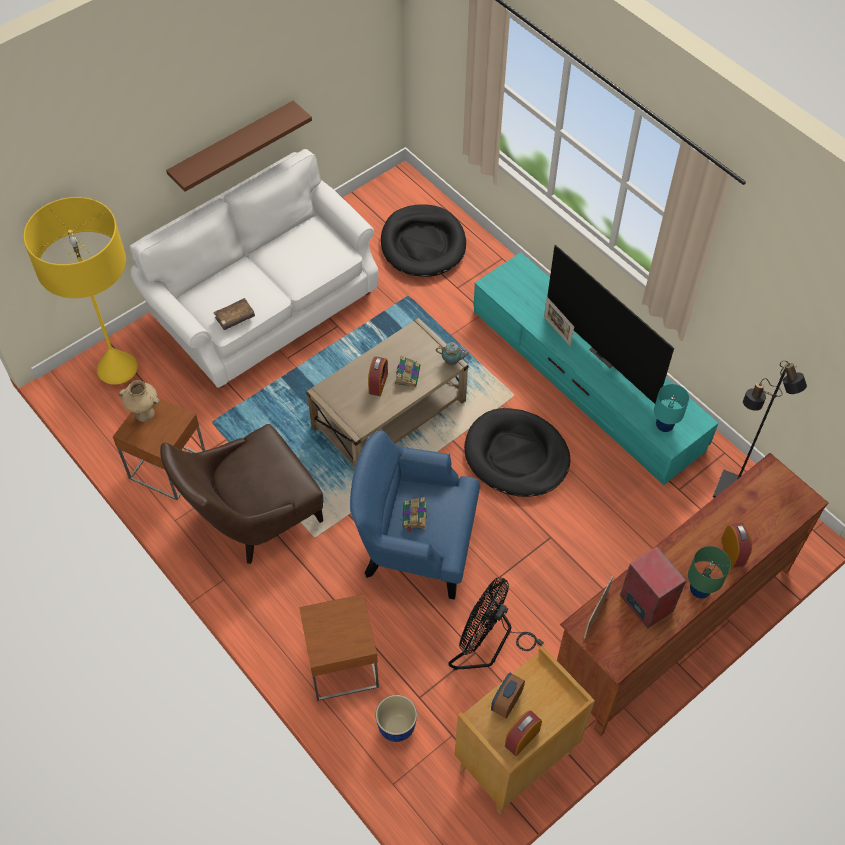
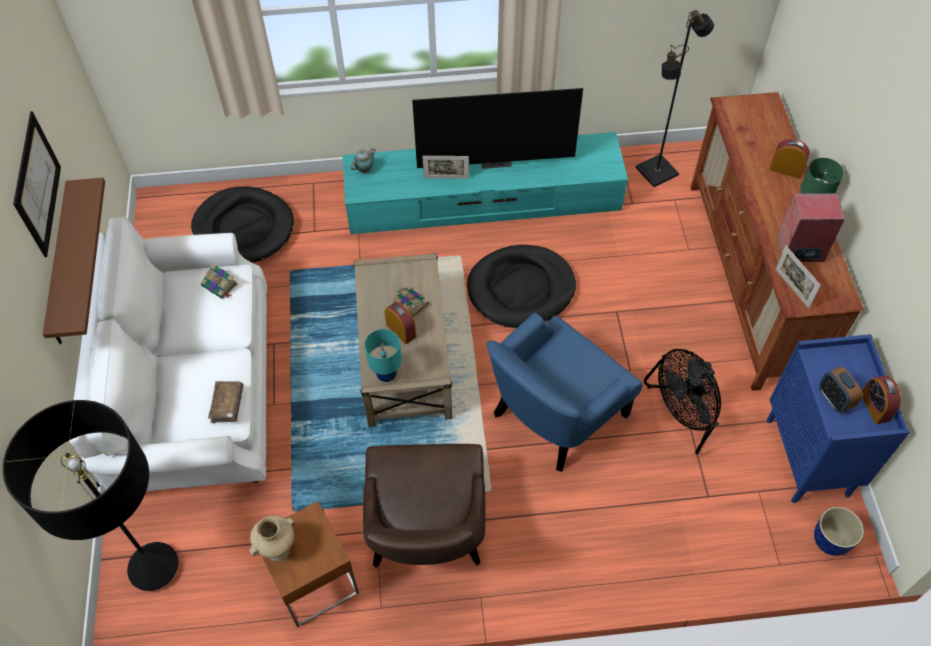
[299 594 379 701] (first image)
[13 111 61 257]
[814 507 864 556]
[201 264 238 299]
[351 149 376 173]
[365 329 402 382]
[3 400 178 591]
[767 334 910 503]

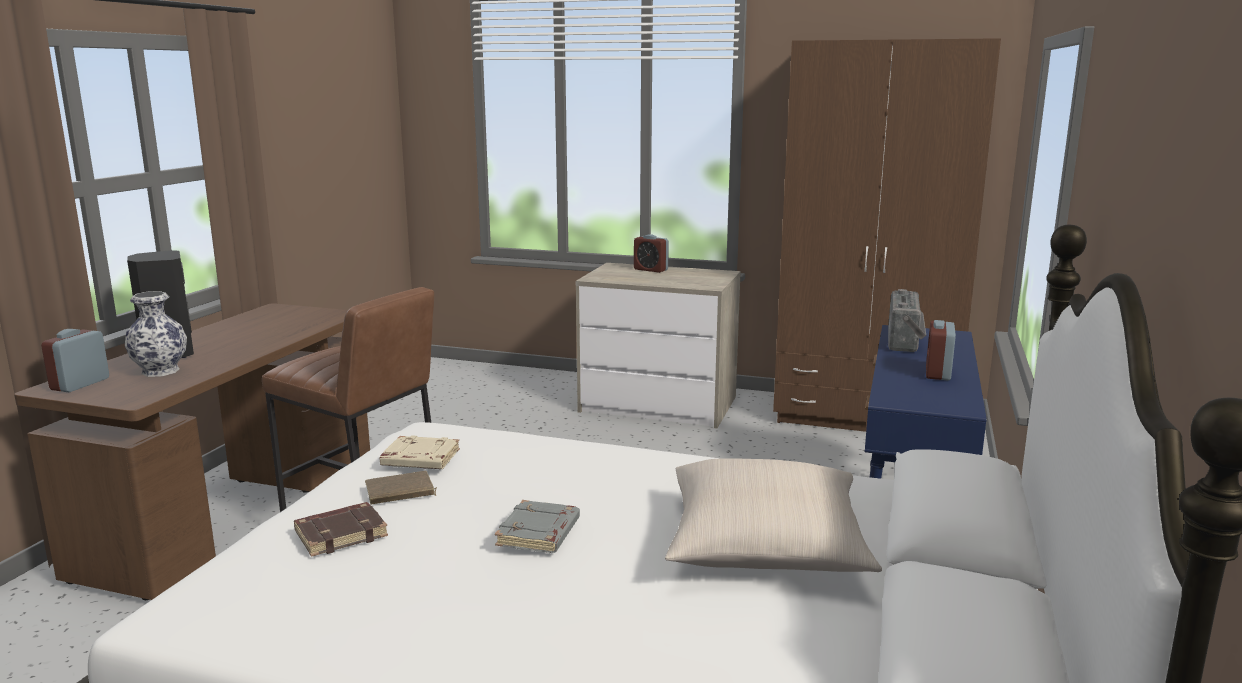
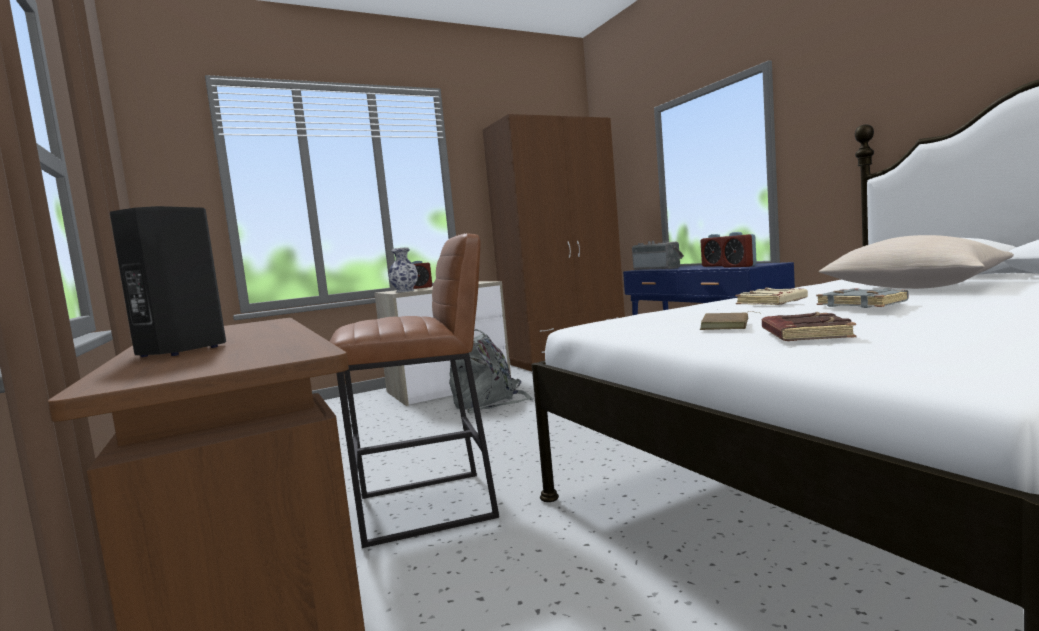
[449 329 533 413]
[721 232 757 268]
[389 247 418 293]
[735 287 808 305]

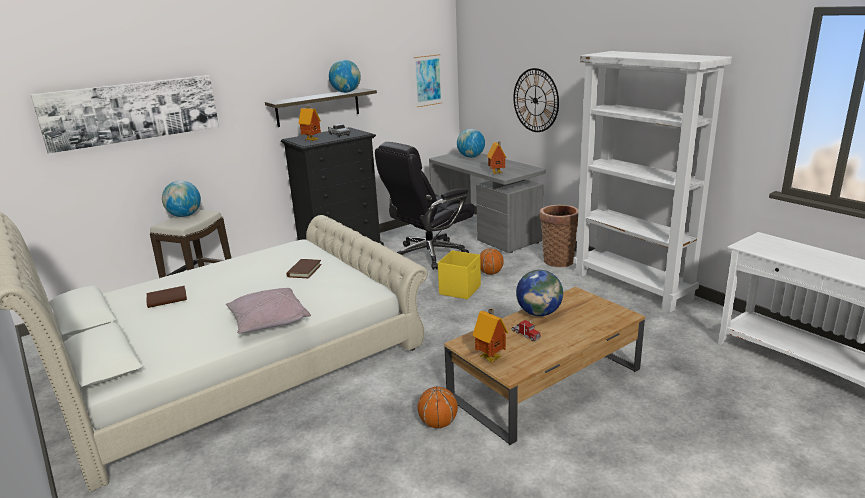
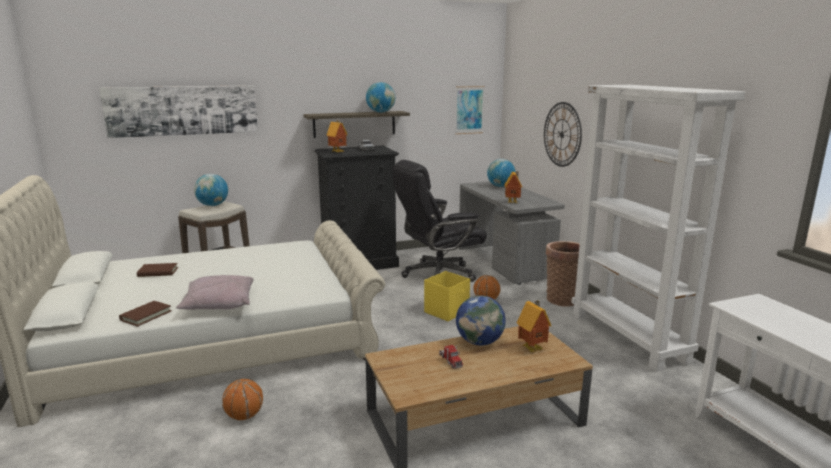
[119 301 172 327]
[222 379 263 420]
[517 300 551 353]

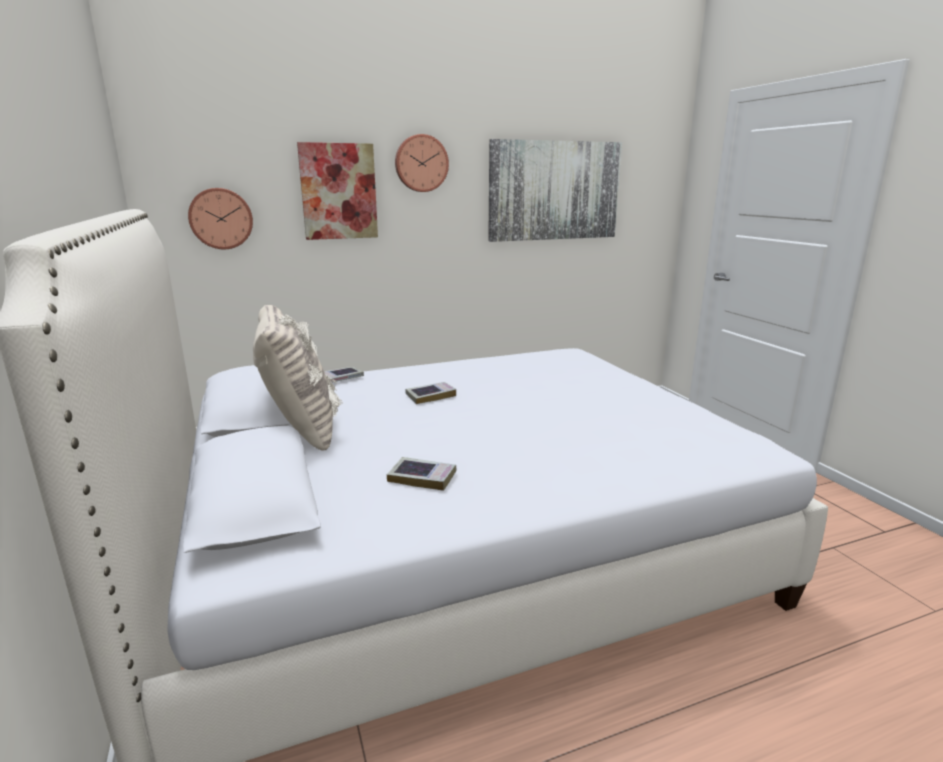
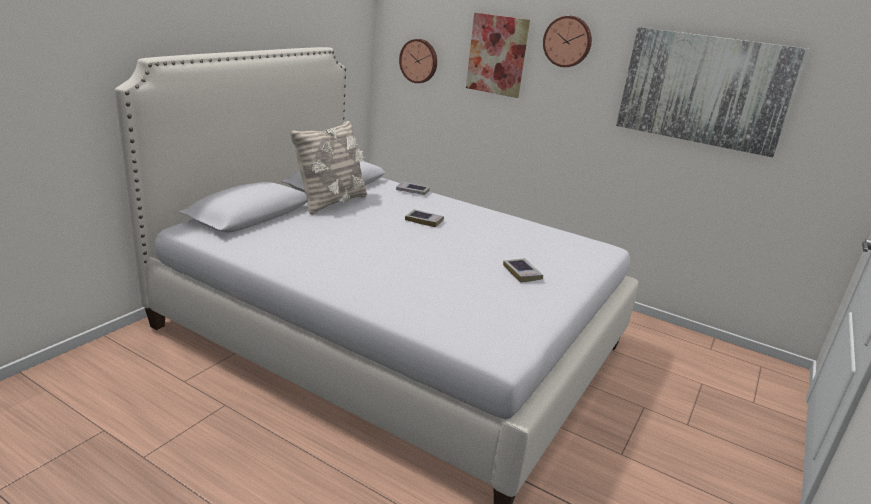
[503 258 543 283]

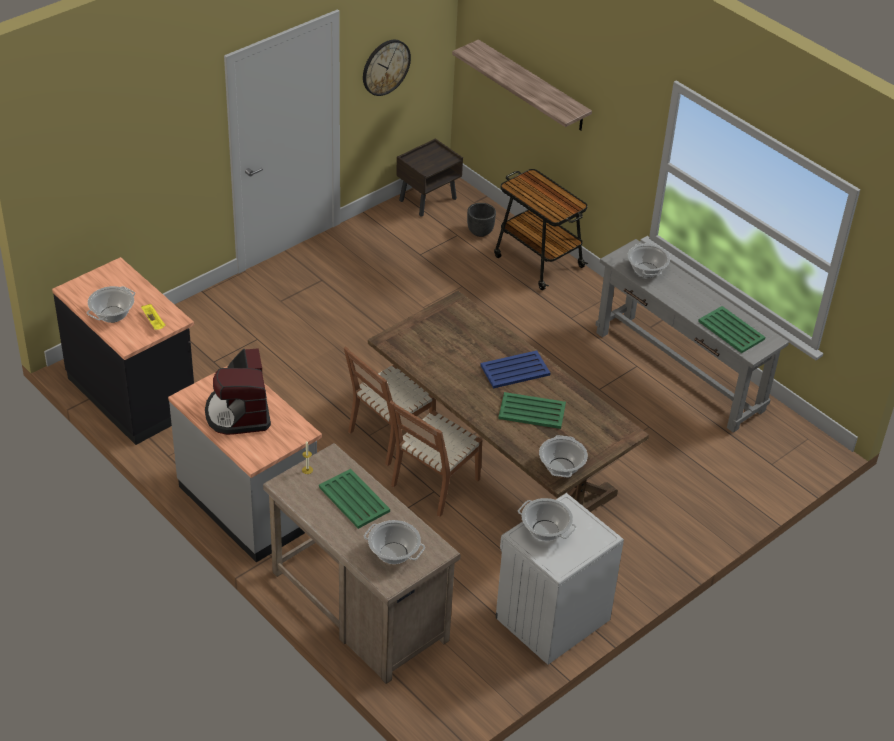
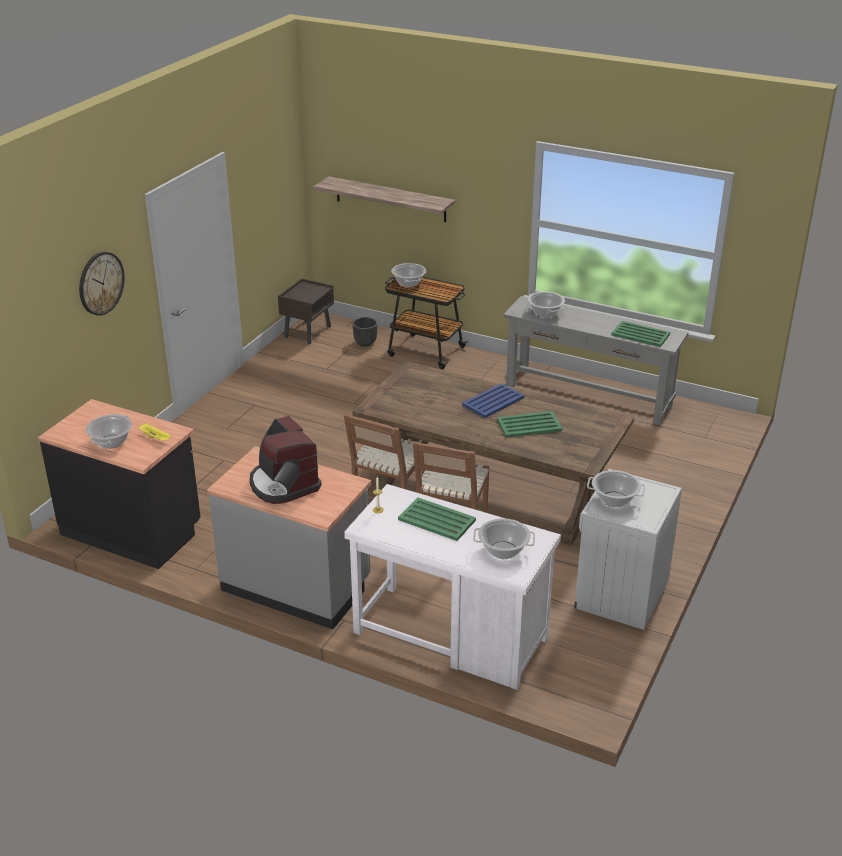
[79 252 125 315]
[391 263 426 287]
[344 484 561 690]

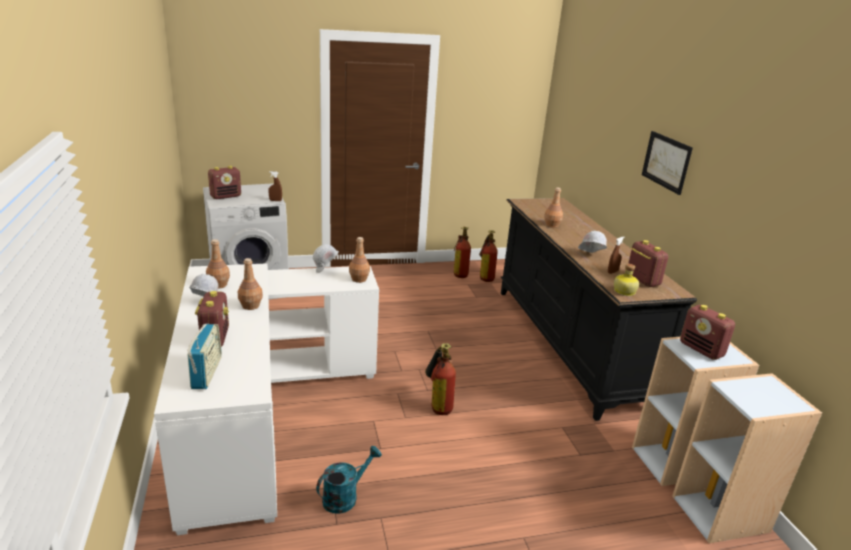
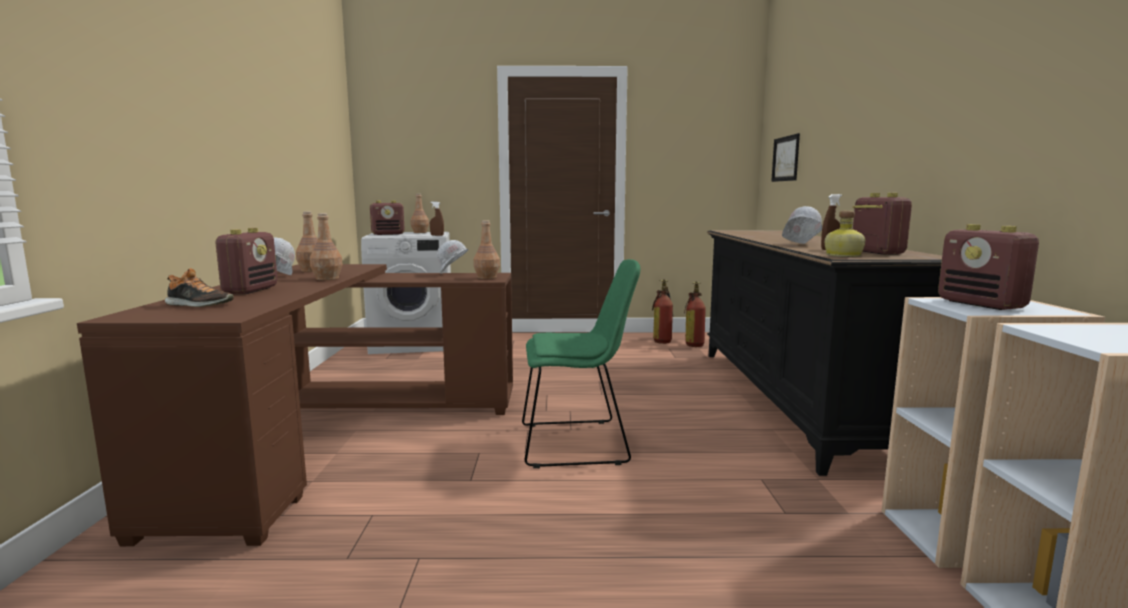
[316 446 382 514] (first image)
[411 194 429 233]
[771 133 800 182]
[165 268 234 307]
[522 259 640 468]
[77 264 513 546]

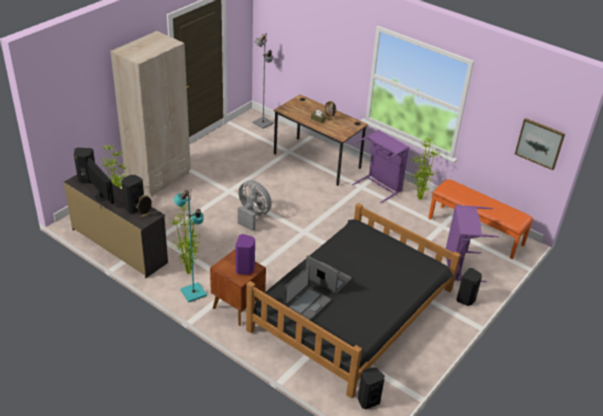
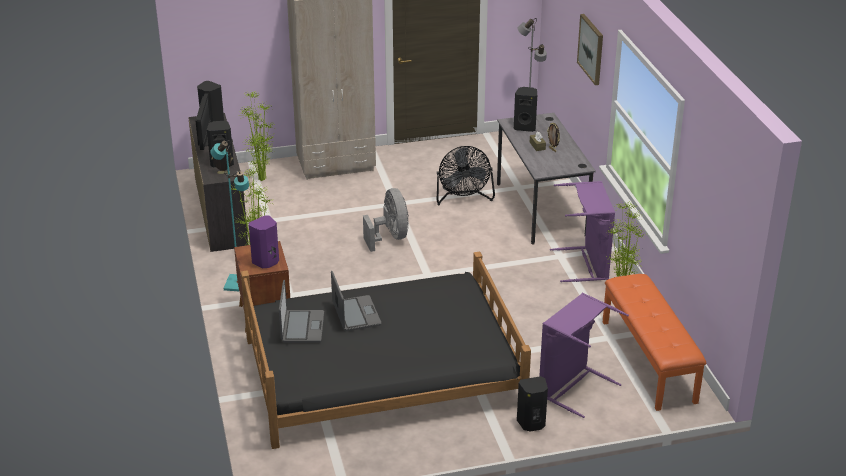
[437 146 495 205]
[514 87 537 132]
[577 14 603 85]
[497 113 596 244]
[279 280 324 343]

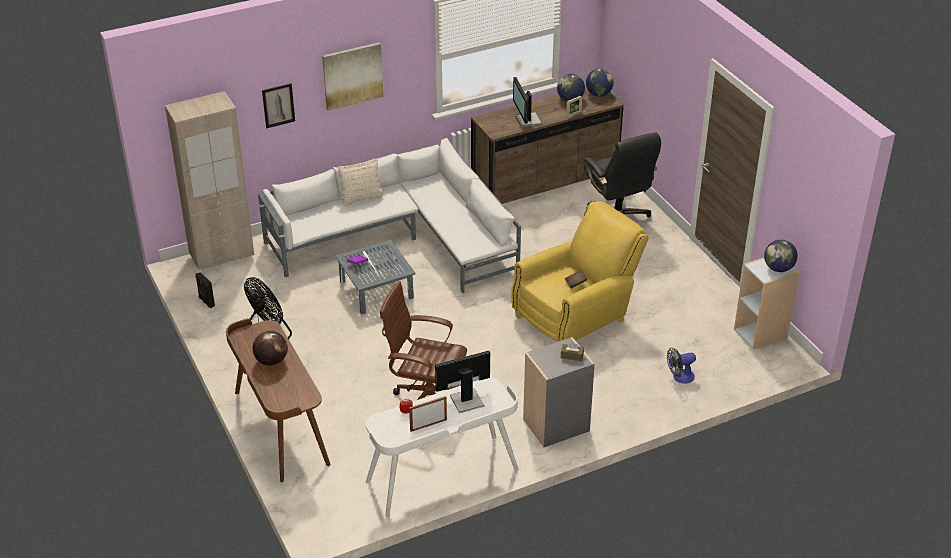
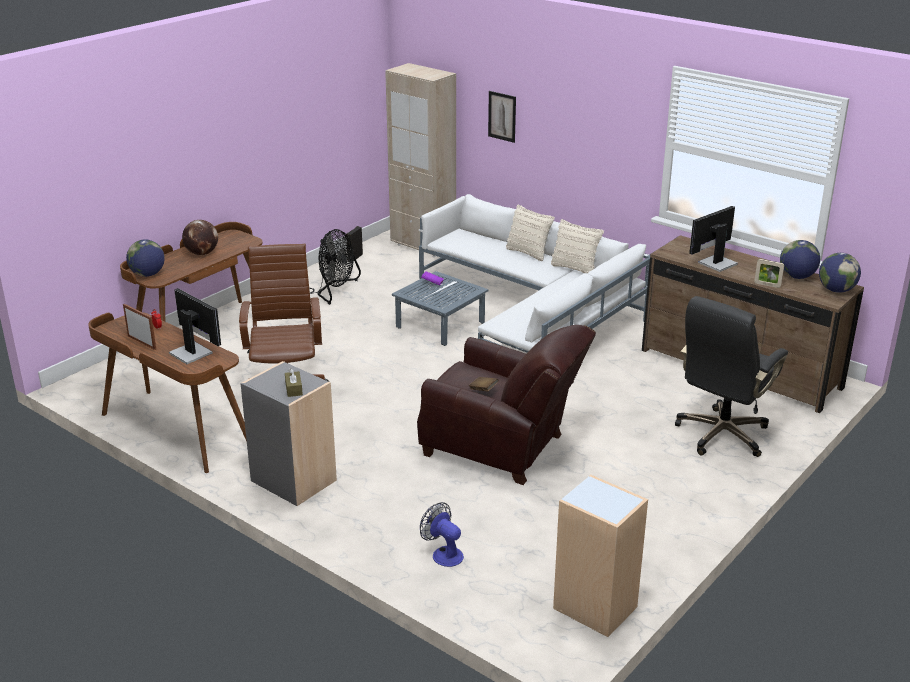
[322 42 383 111] (first image)
[551 219 604 274]
[126 240 165 277]
[88 313 247 473]
[417 325 596 485]

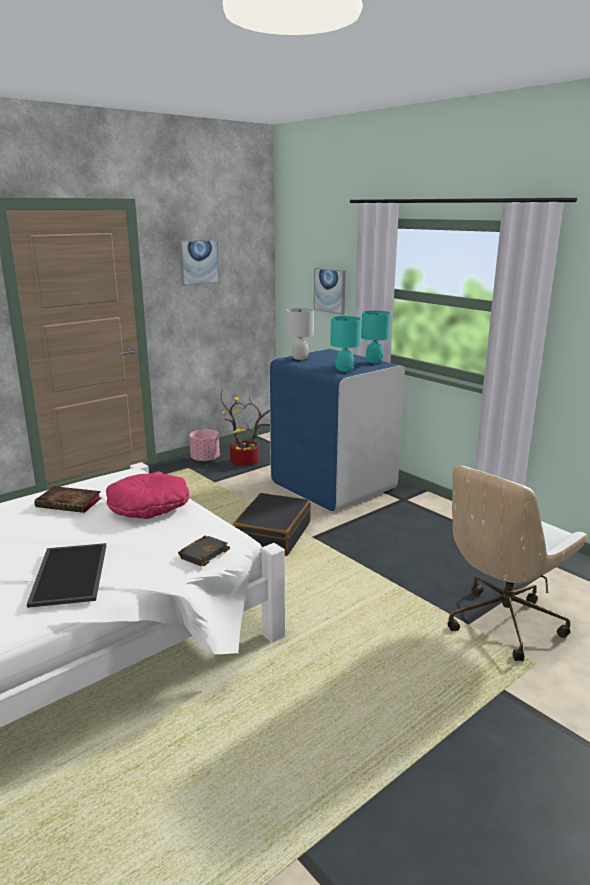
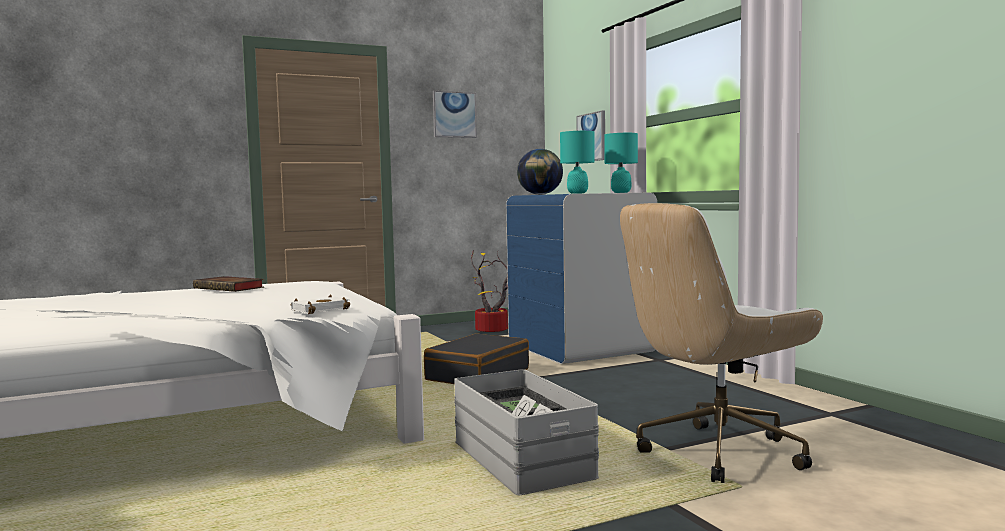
[27 543 106 608] (first image)
[106 471 189 519] (first image)
[189 429 220 462] (first image)
[454 369 599 495]
[517 149 563 195]
[291 294 350 314]

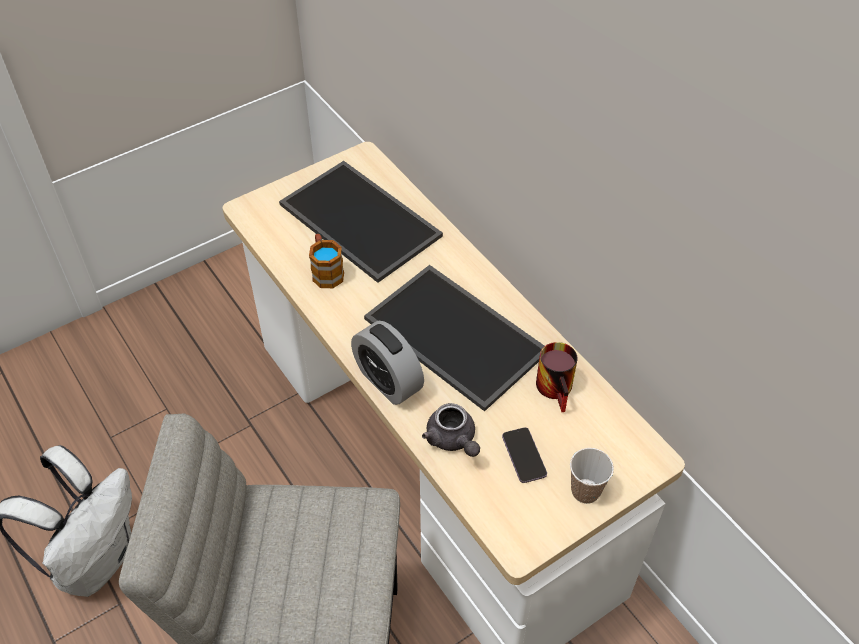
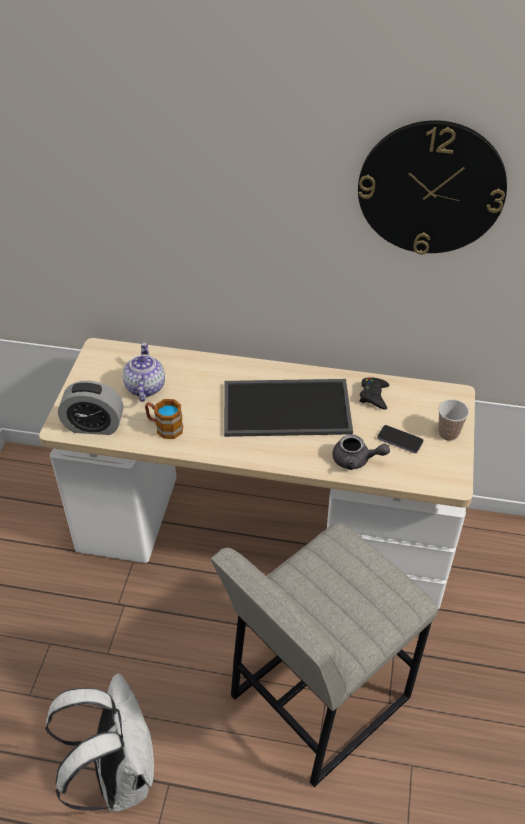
[358 120 507 255]
[58 381 123 435]
[123 343 165 402]
[359 377 390 410]

